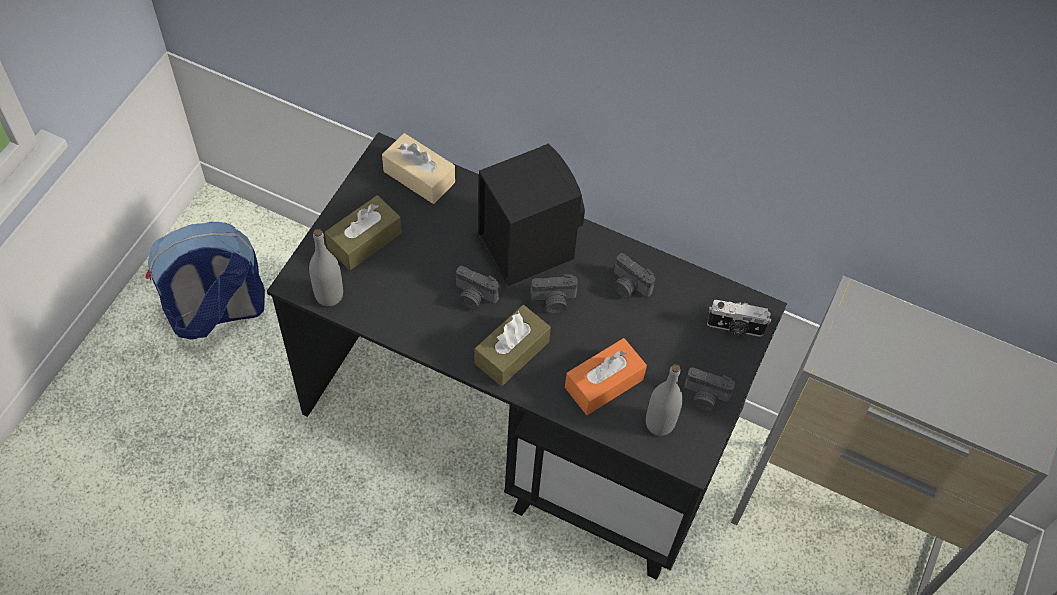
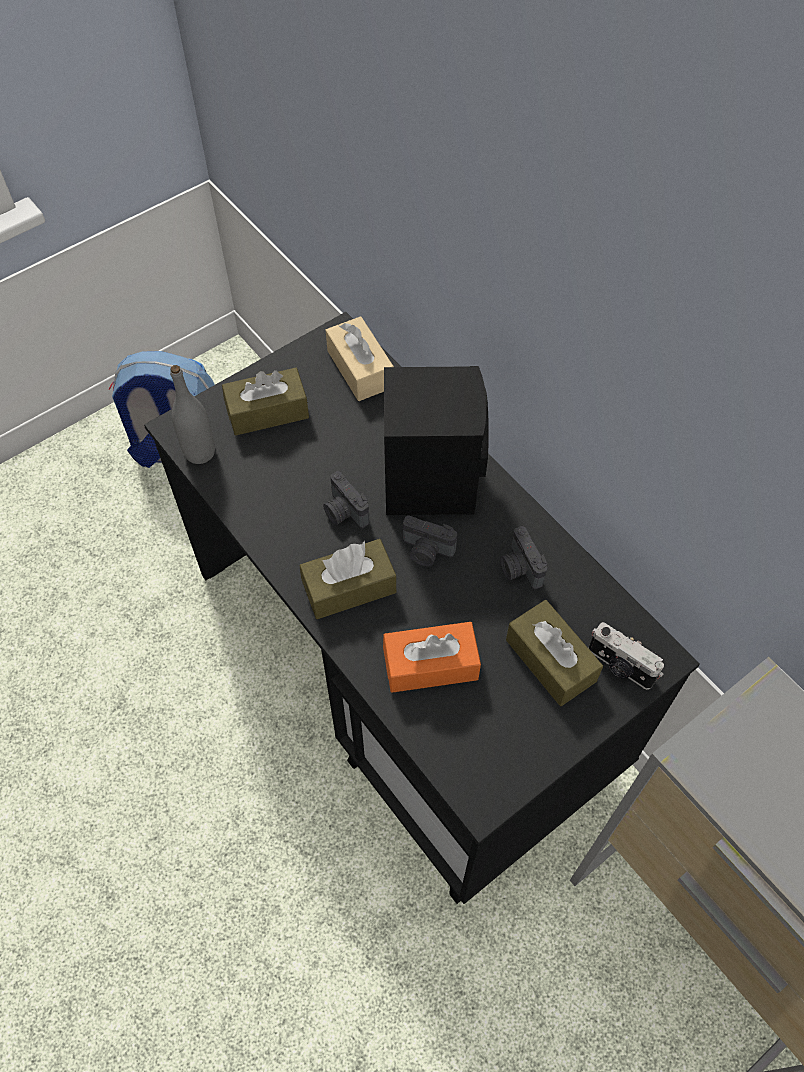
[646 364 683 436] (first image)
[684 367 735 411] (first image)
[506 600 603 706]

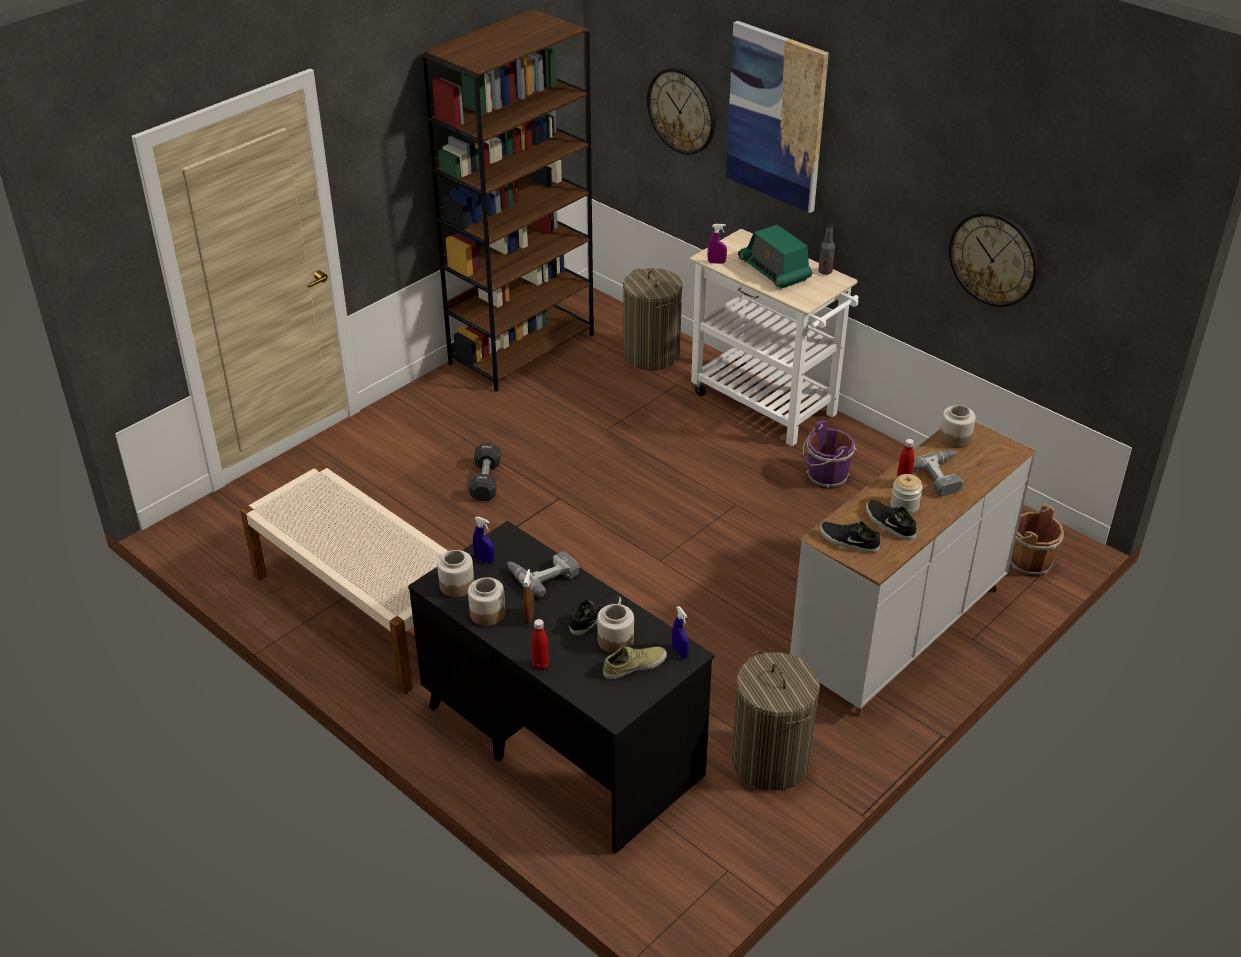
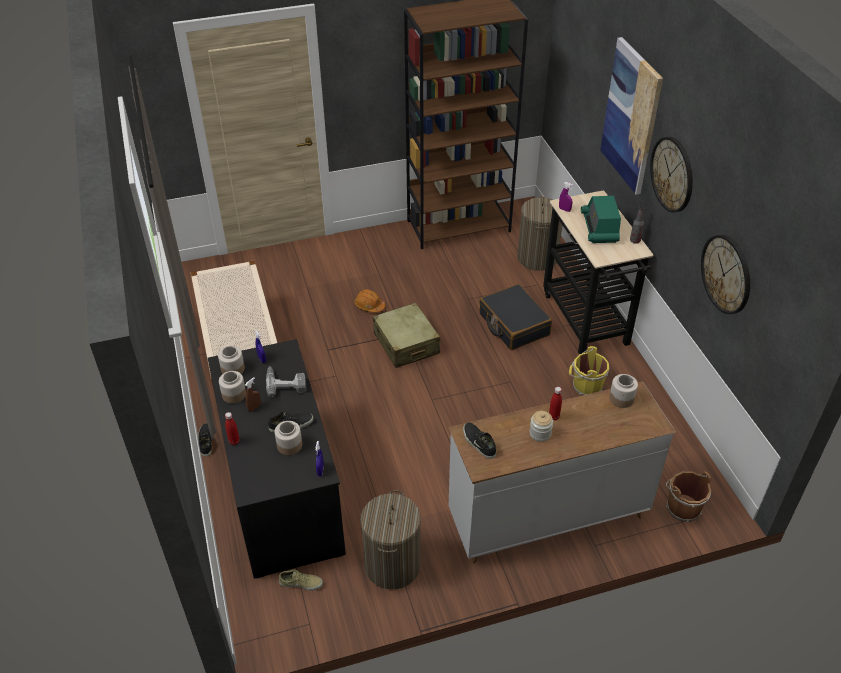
[913 450 963 497] (first image)
[373 303 440 368]
[479 284 552 350]
[279 569 323 591]
[650 137 693 212]
[198 423 212 456]
[355 289 385 313]
[543 191 653 354]
[569 346 609 396]

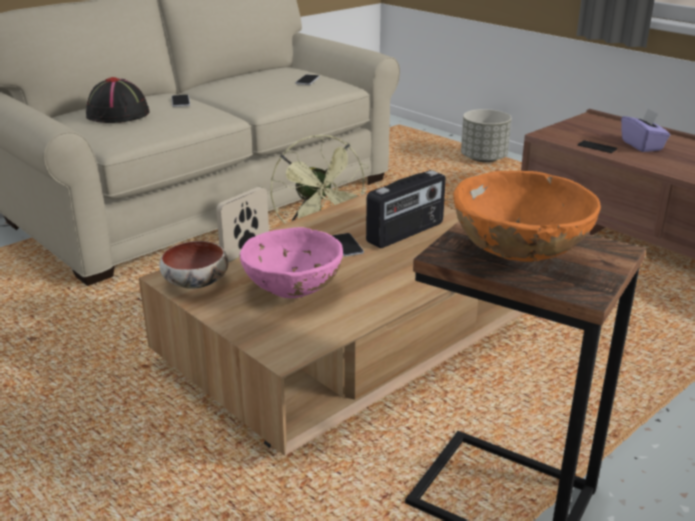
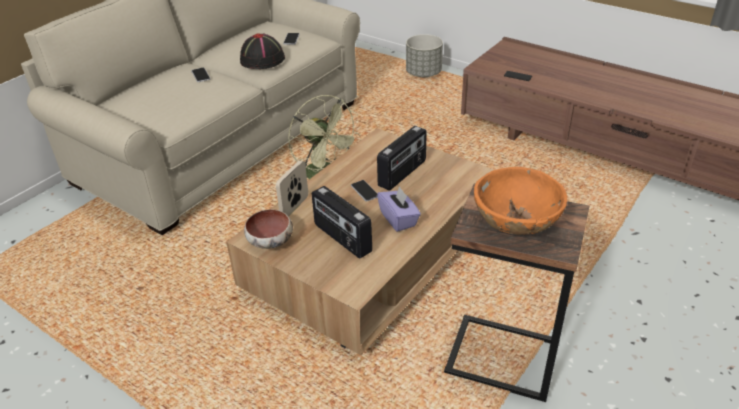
[240 33 285 69]
[377 186 421 232]
[312 186 372 258]

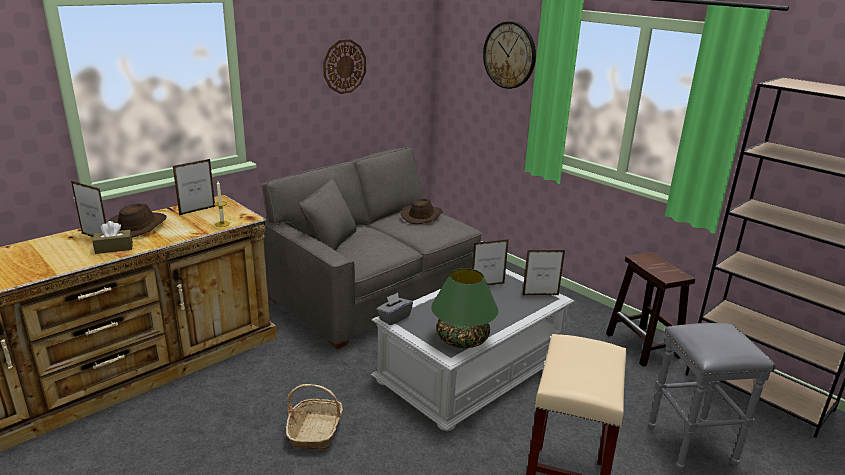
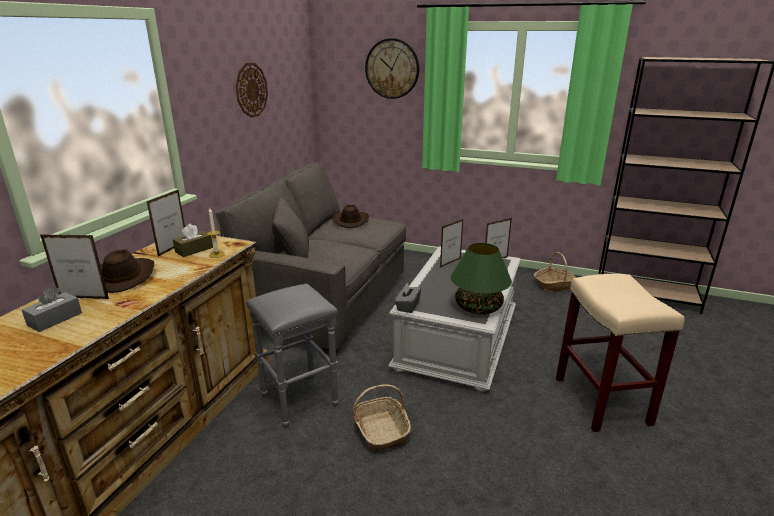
[22 287 82 332]
[173 224 213 257]
[246 284 339 428]
[534 252 577 292]

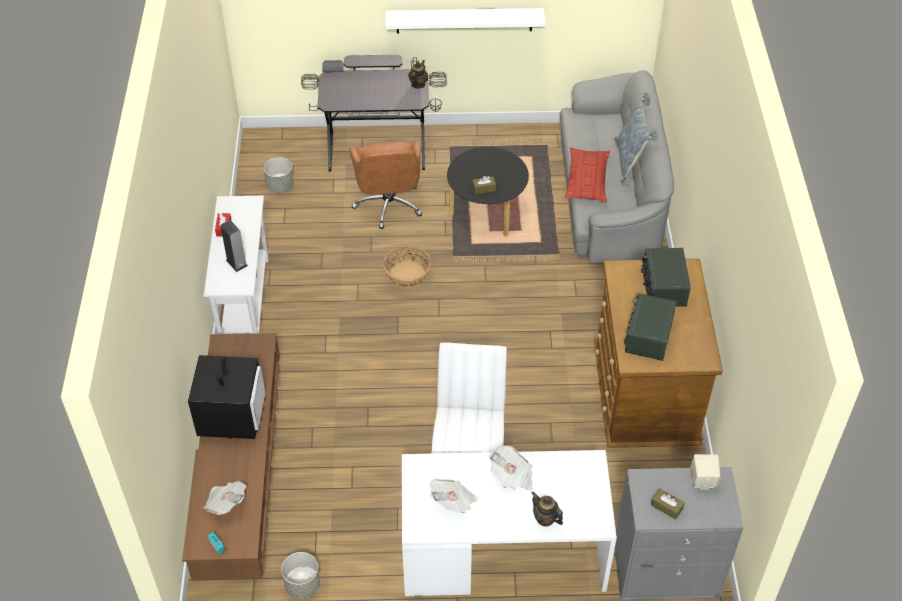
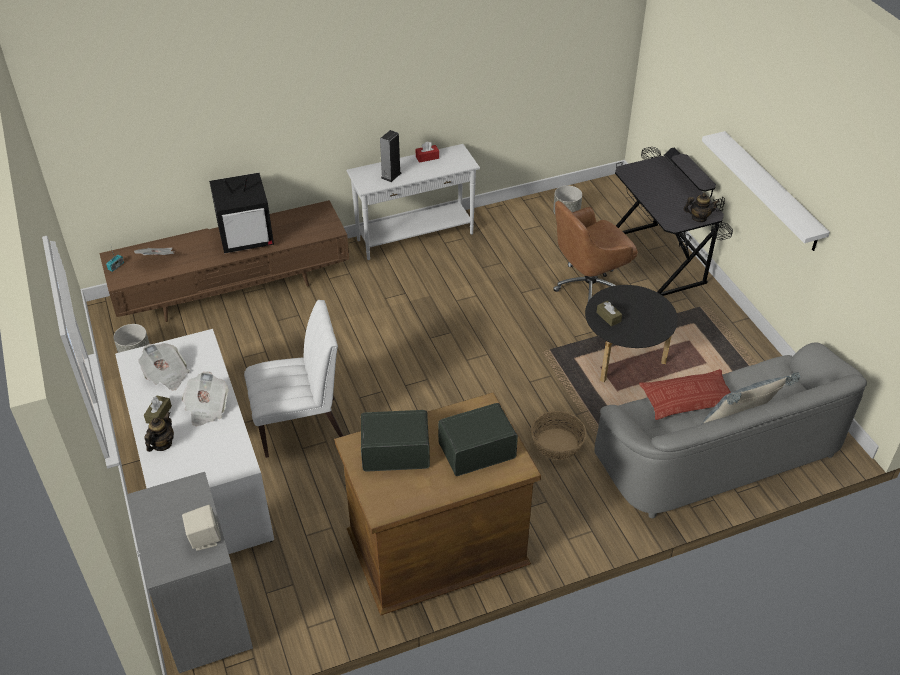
[531 411 587 460]
[144 395 172 424]

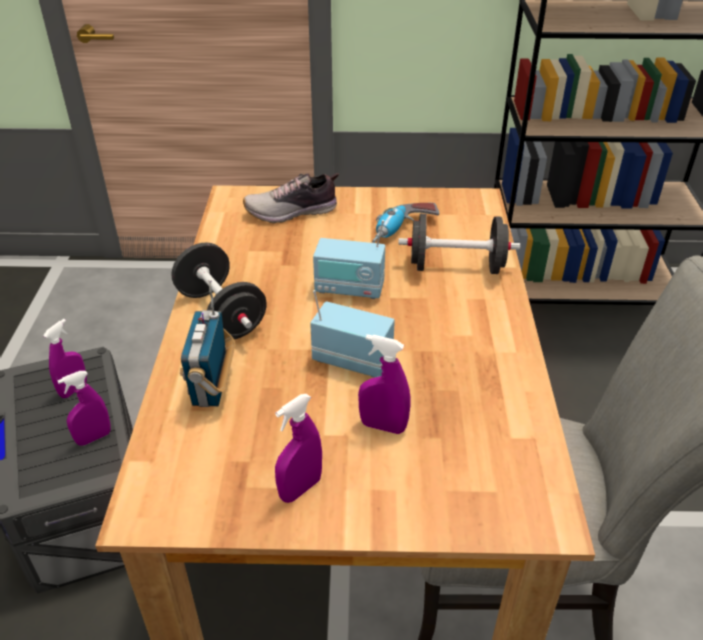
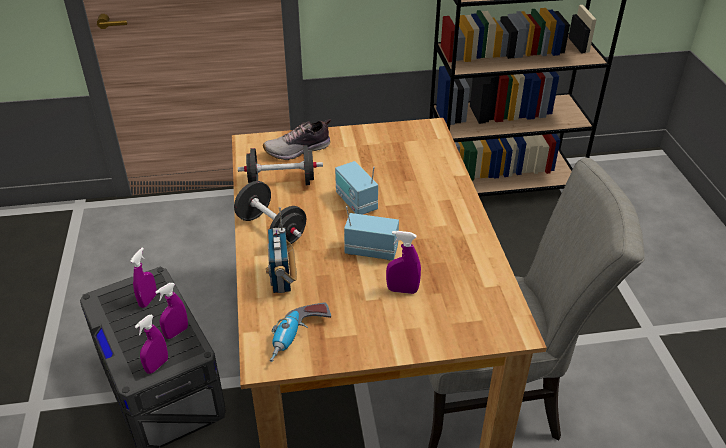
[135 315 168 374]
[270 302 331 362]
[238 145 323 185]
[335 161 378 215]

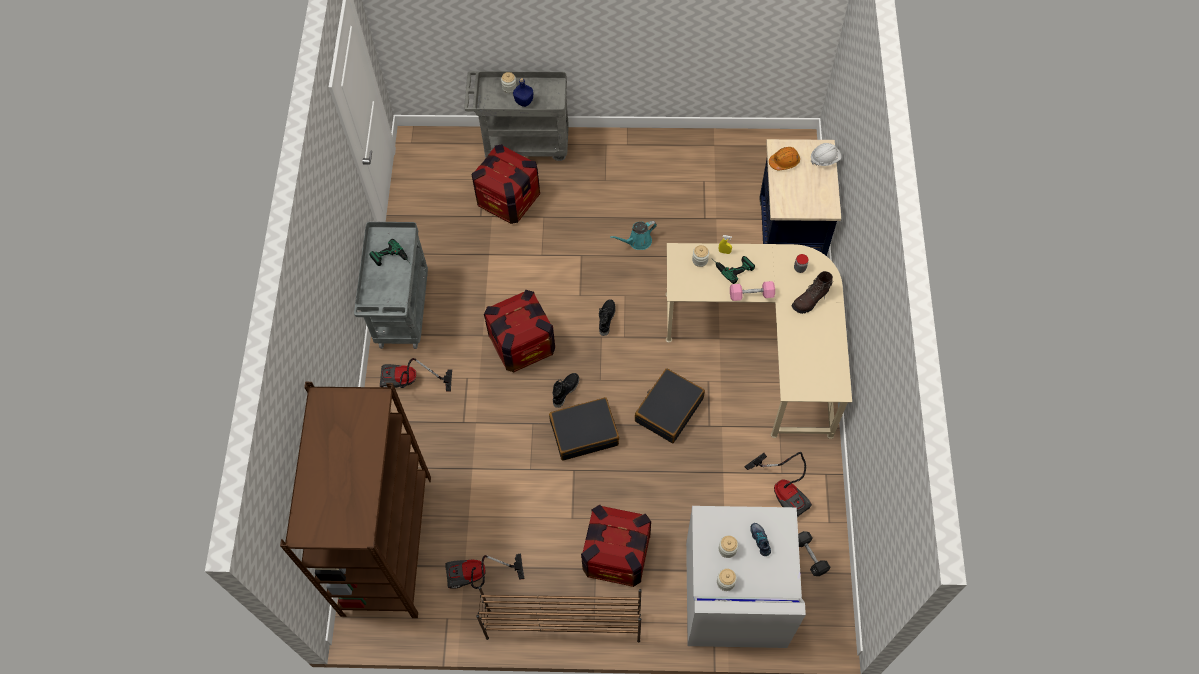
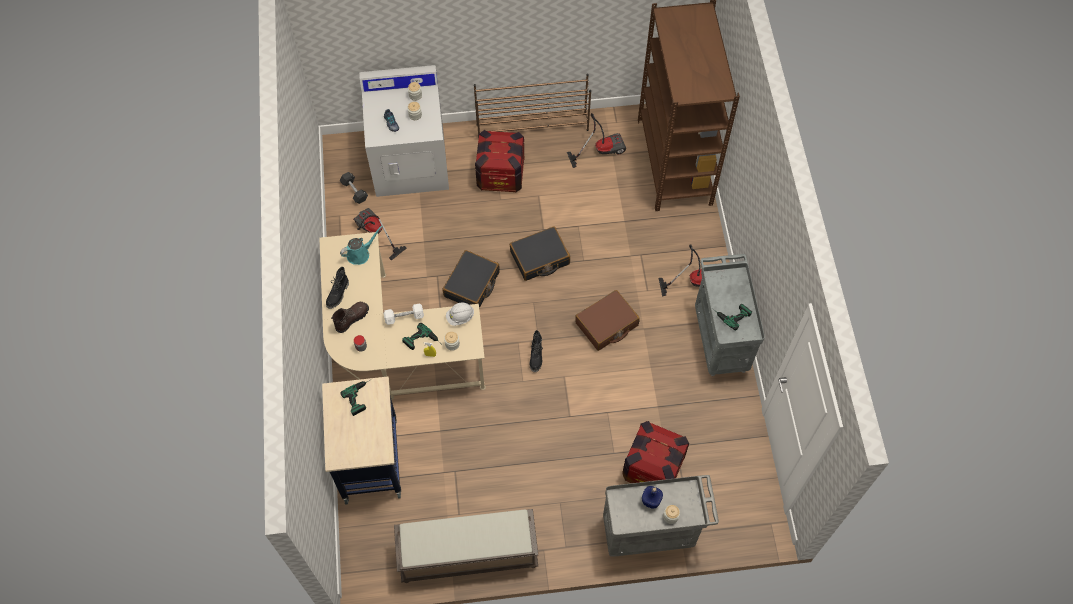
[769 147 800 170] (first image)
[340 379 372 416]
[394 509 538 583]
[326 267 349 309]
[340 226 383 265]
[446 303 474 326]
[575 290 640 351]
[384 303 424 325]

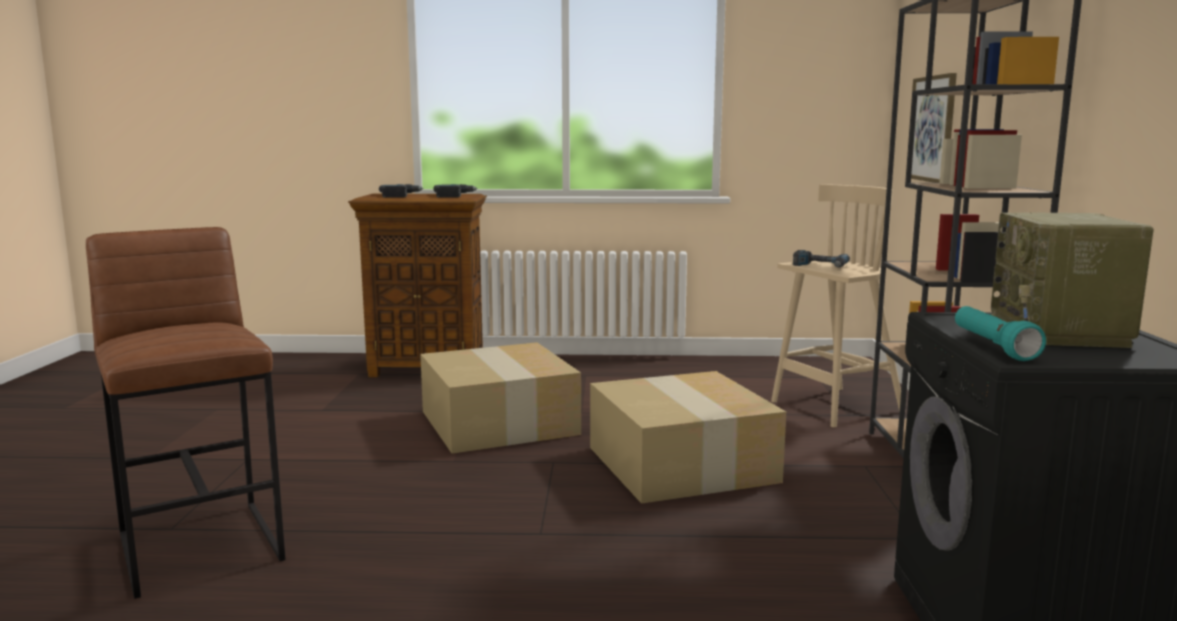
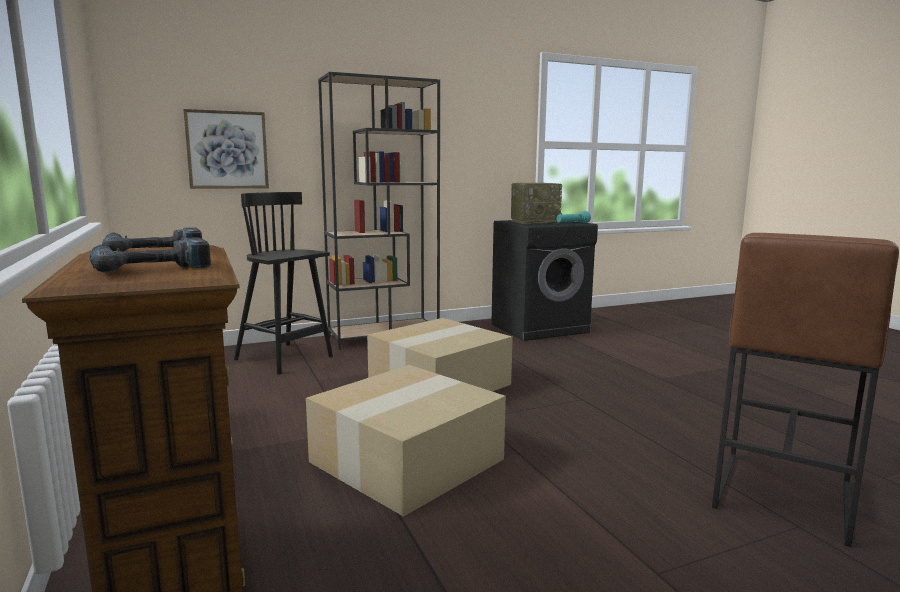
[793 250 850 268] (first image)
[234 192 333 374]

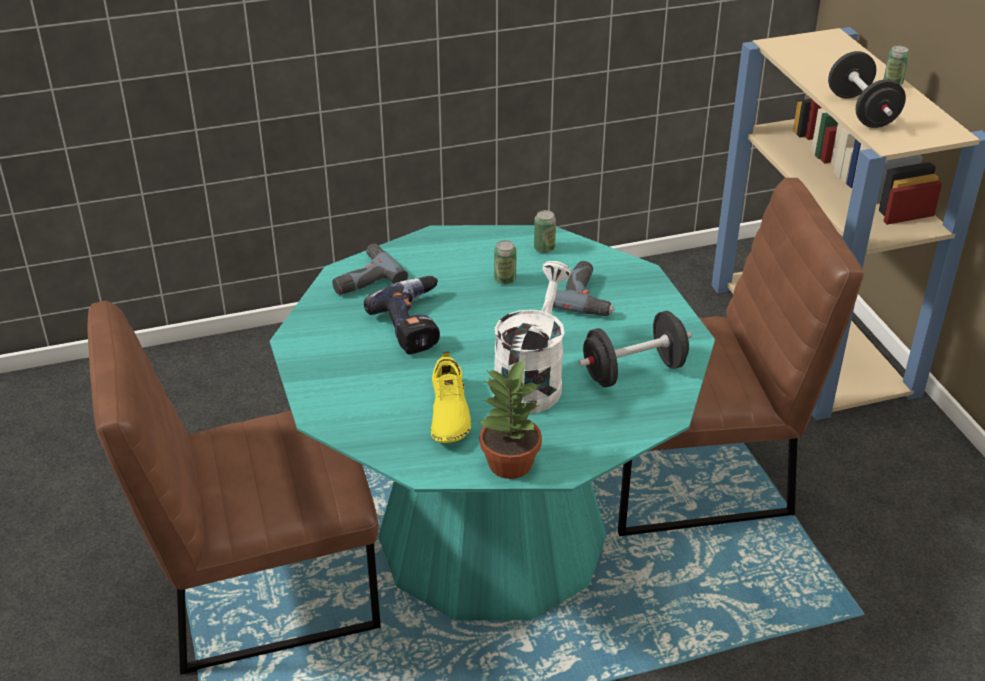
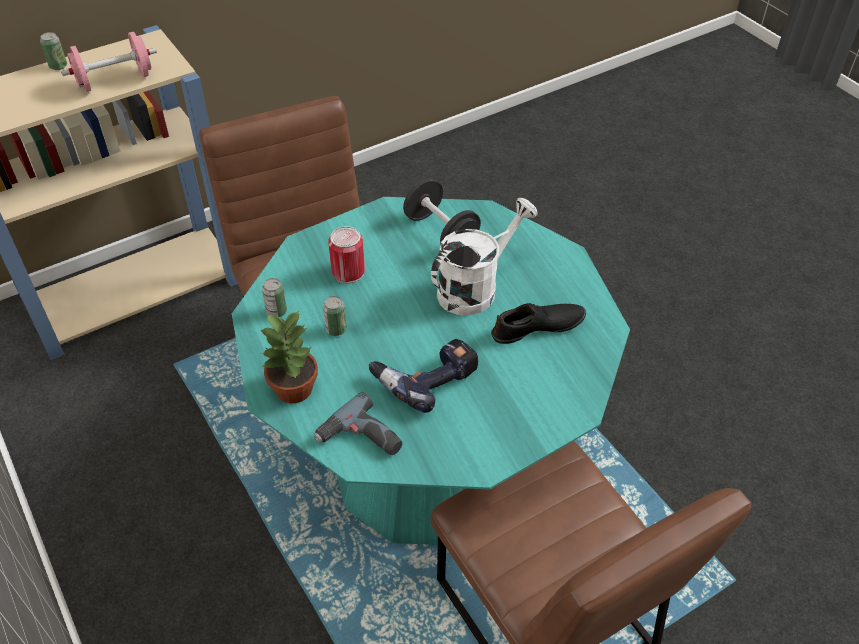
[259 311 318 403]
[328 226 365 283]
[491 303 586 344]
[61 32 157 92]
[431 198 538 315]

